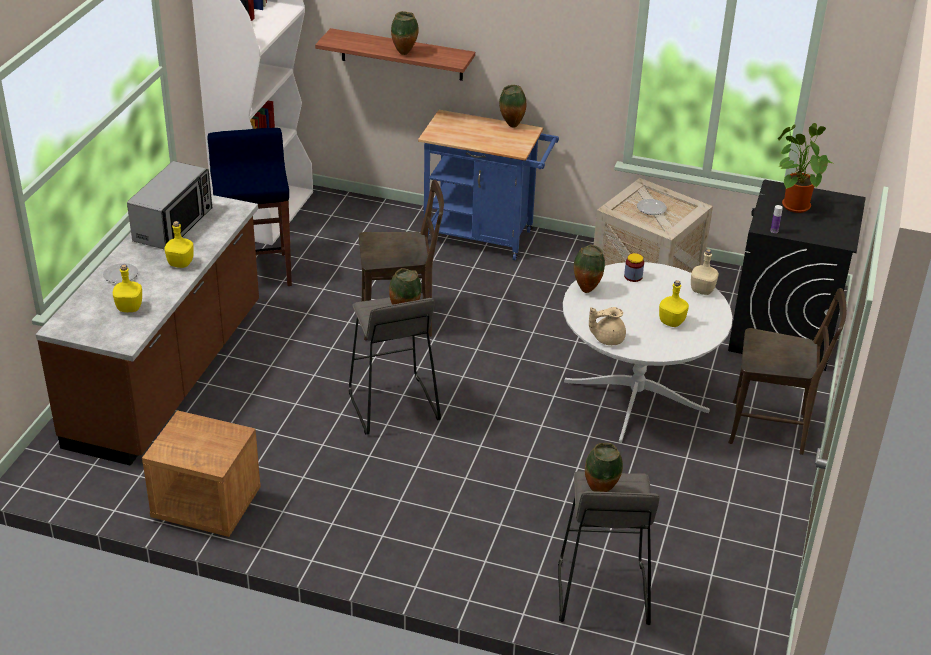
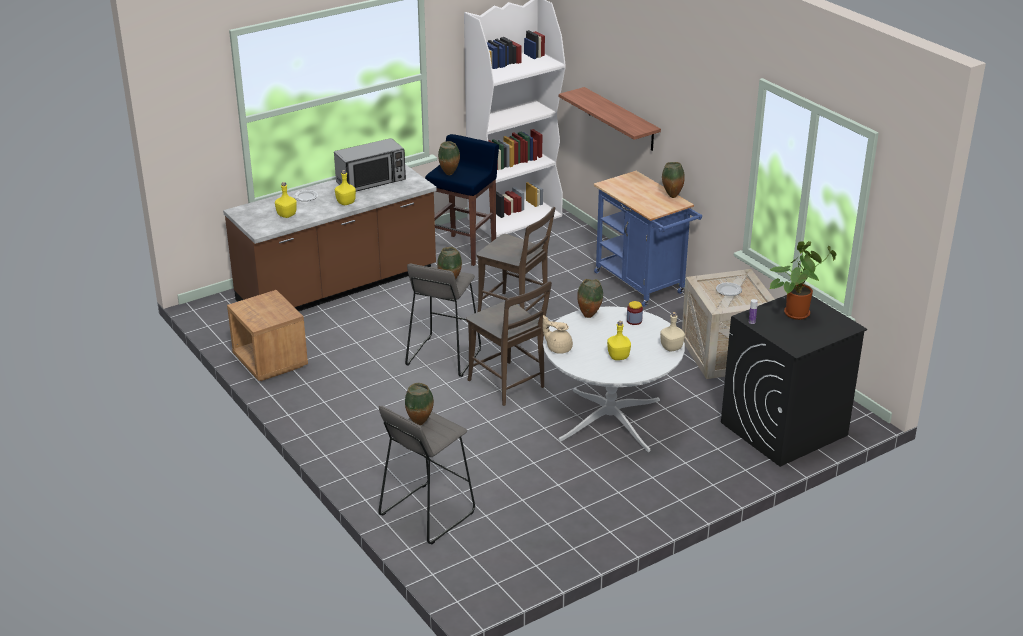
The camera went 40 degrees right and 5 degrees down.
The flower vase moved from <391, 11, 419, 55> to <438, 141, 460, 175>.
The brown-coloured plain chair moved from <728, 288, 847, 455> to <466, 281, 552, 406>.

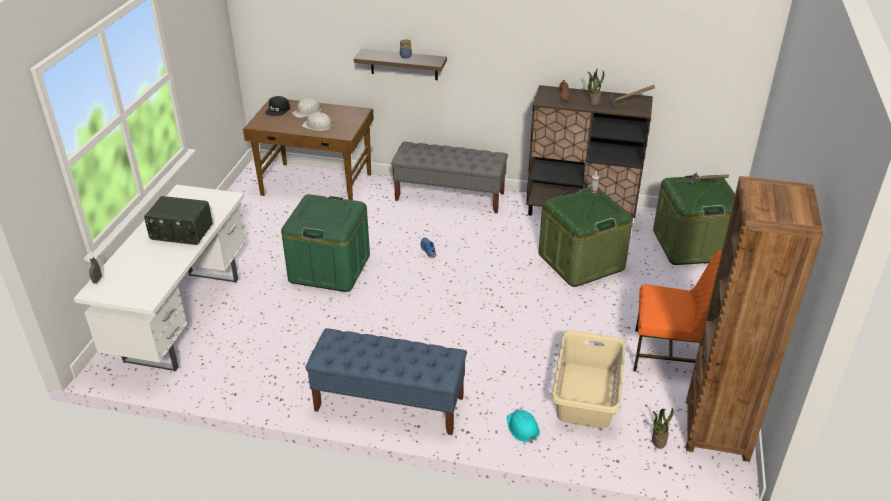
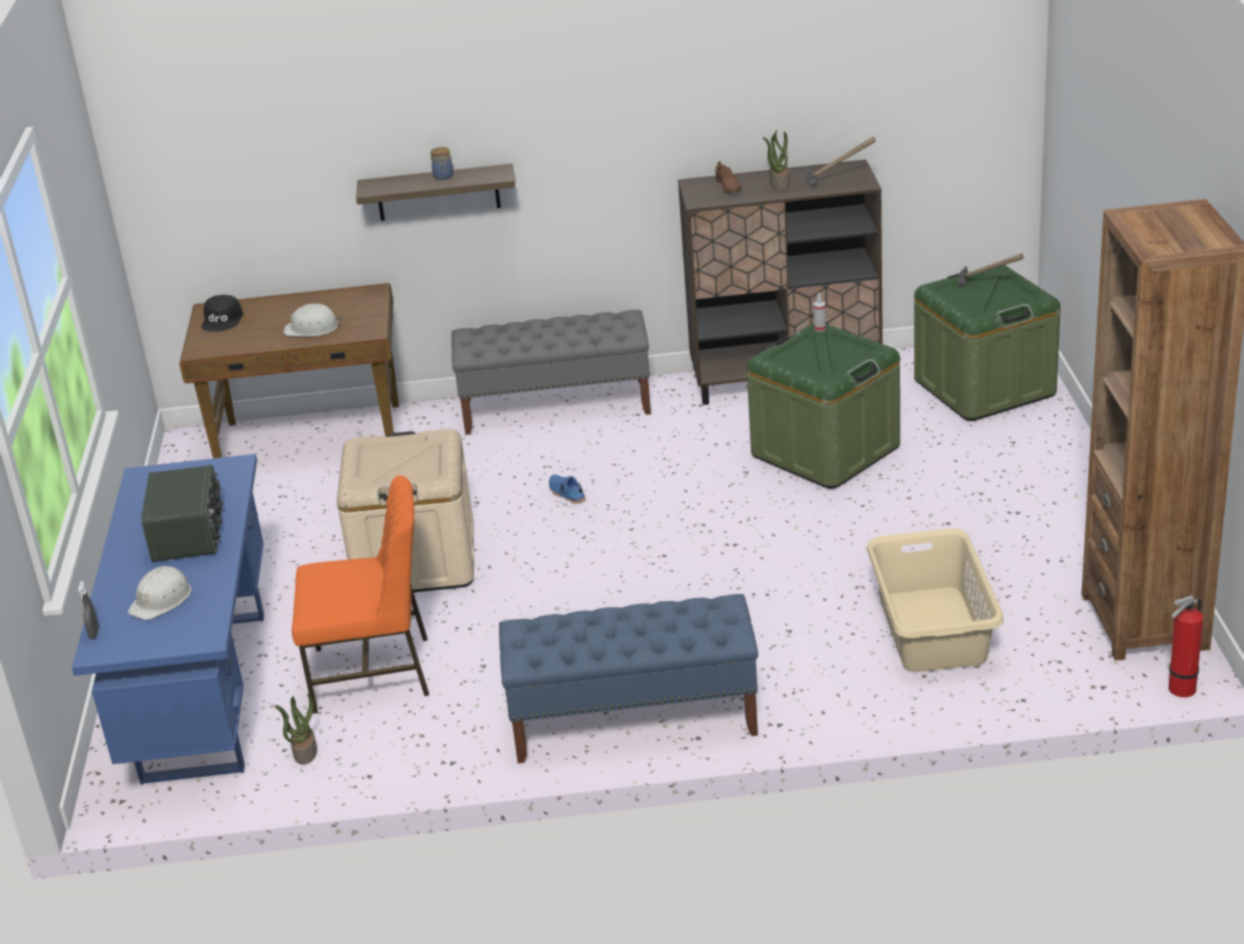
The camera went 15 degrees left and 5 degrees down.
The whitish work helmet moved from <292, 98, 321, 118> to <128, 566, 191, 620>.
The whitish desk unit at <74, 184, 246, 371> became the blue desk unit at <72, 454, 264, 785>.
The green storage bin at <281, 194, 370, 292> became the beige storage bin at <337, 429, 474, 592>.
The radio receiver at <144, 196, 213, 245> turned 90 degrees counterclockwise.
The orange plain chair moved from <633, 250, 722, 372> to <292, 475, 429, 714>.
The potted plant moved from <652, 408, 674, 449> to <275, 693, 317, 765>.
The turquoise-coloured work helmet at <507, 410, 540, 443> disappeared.
The fire-fighting cylinder at <1169, 596, 1203, 697> appeared.

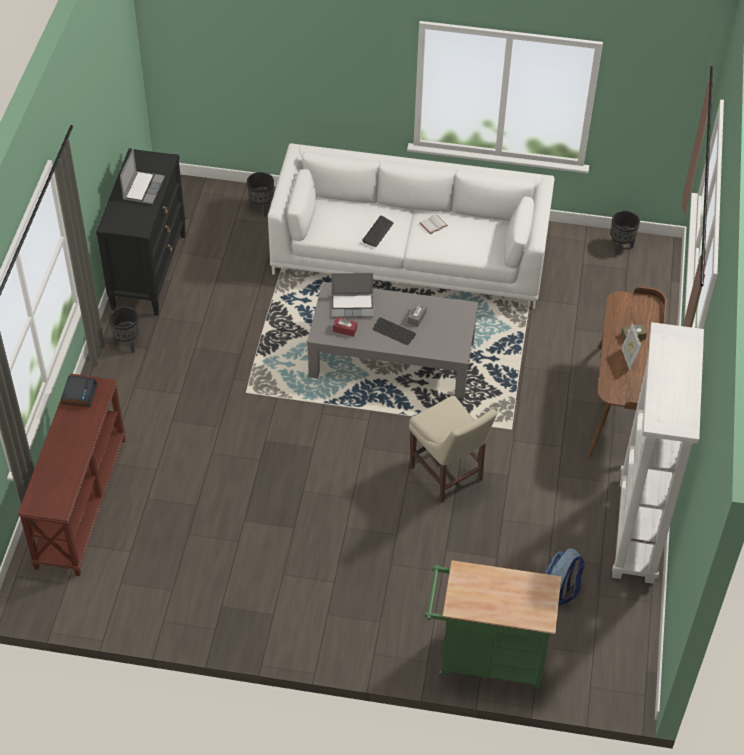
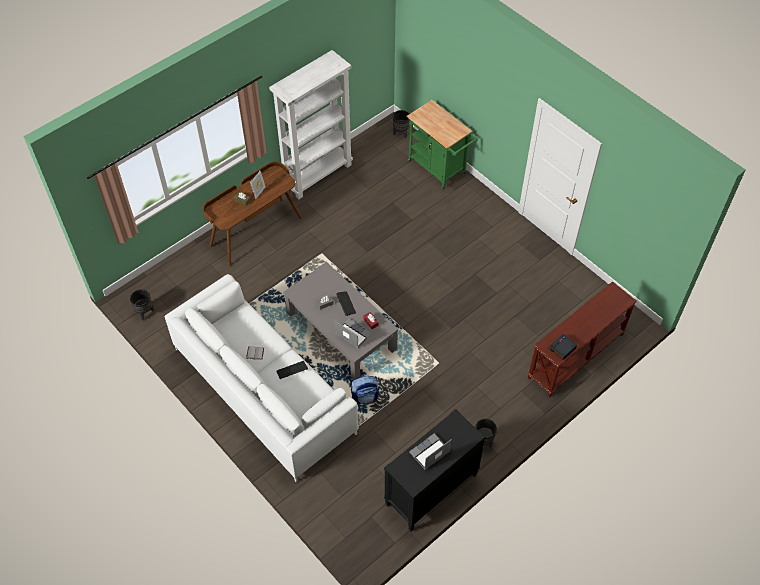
The camera went 140 degrees left and 5 degrees up.
The black plant pot moved from <247, 172, 274, 217> to <393, 110, 410, 138>.
The beige plain chair at <409, 396, 497, 503> disappeared.
The backpack moved from <544, 548, 585, 606> to <351, 376, 379, 405>.

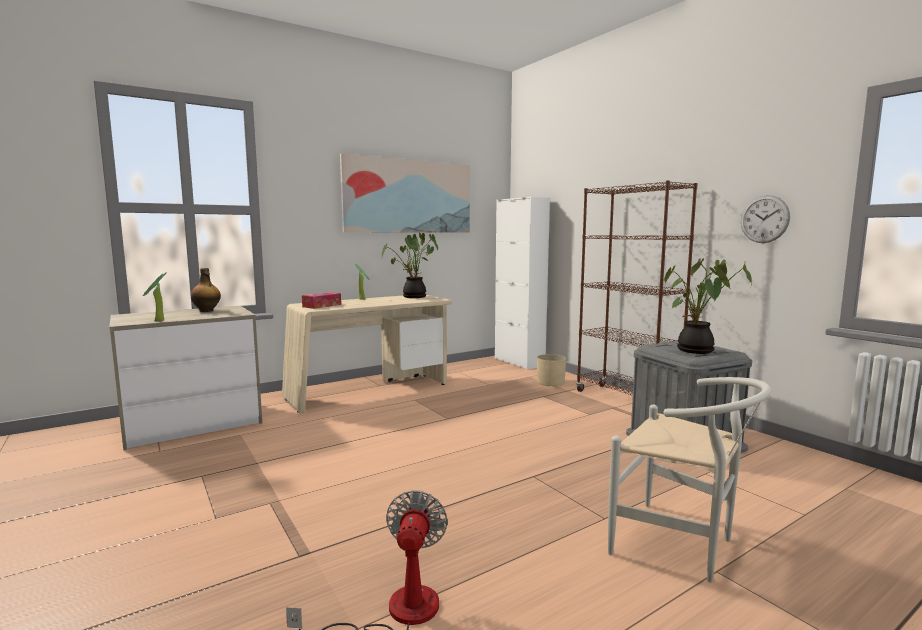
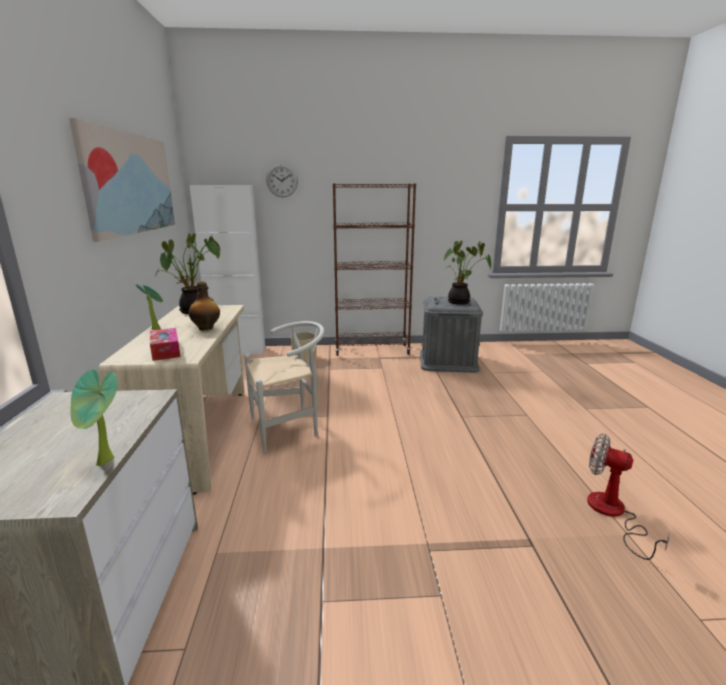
The camera went 60 degrees left and 10 degrees up.
The hanging clock moved from <741, 195, 790, 243> to <266, 164, 298, 197>.
The beverage bottle moved from <191, 268, 221, 312> to <189, 282, 220, 331>.
The whitish plain chair moved from <608, 377, 771, 582> to <245, 321, 324, 453>.

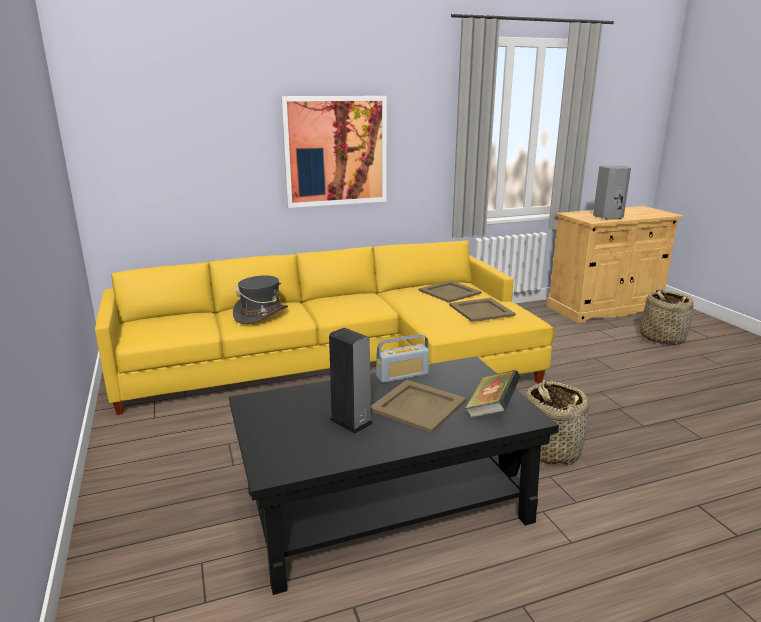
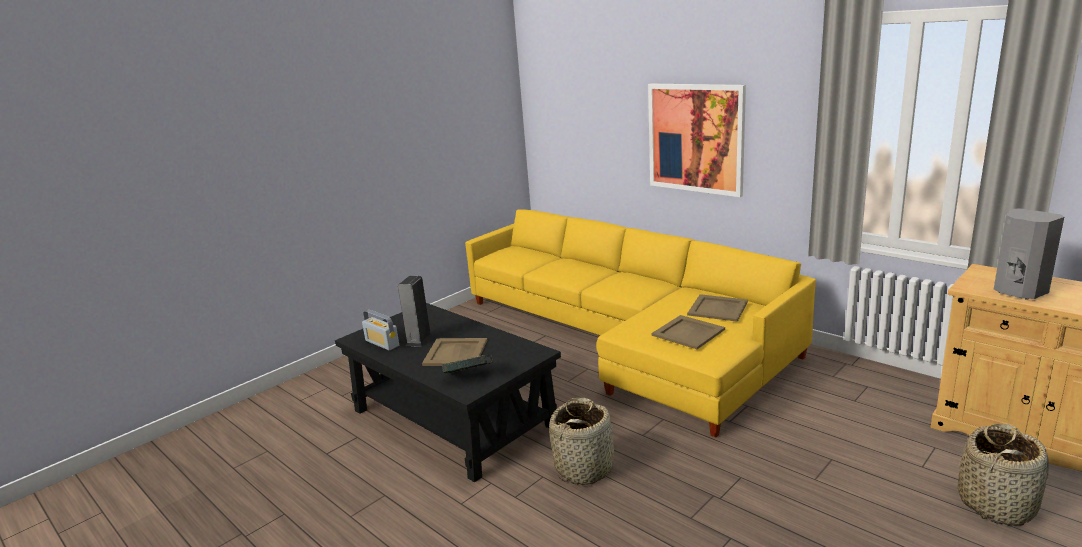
The camera went 65 degrees right and 0 degrees up.
The gray hat at <233, 275, 288, 324> disappeared.
The radio receiver moved from <376, 334, 429, 383> to <362, 310, 399, 350>.

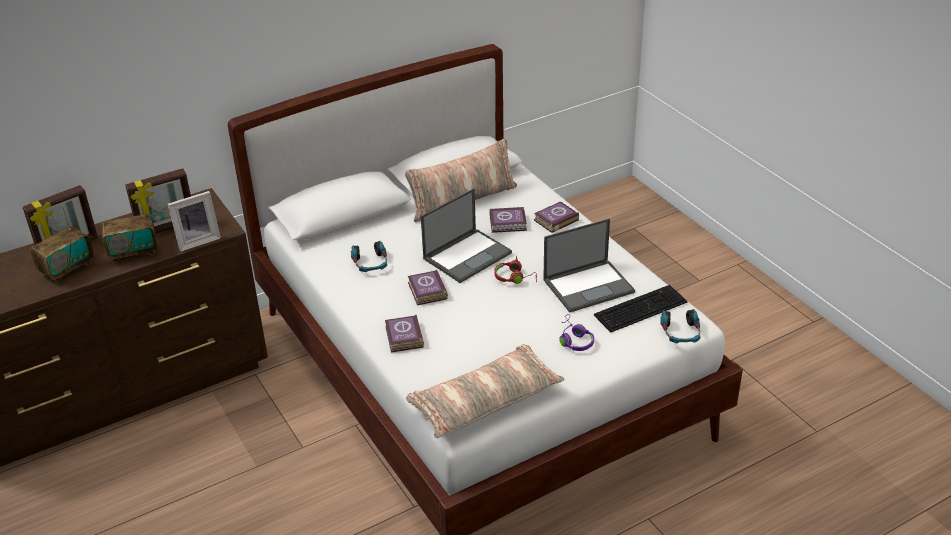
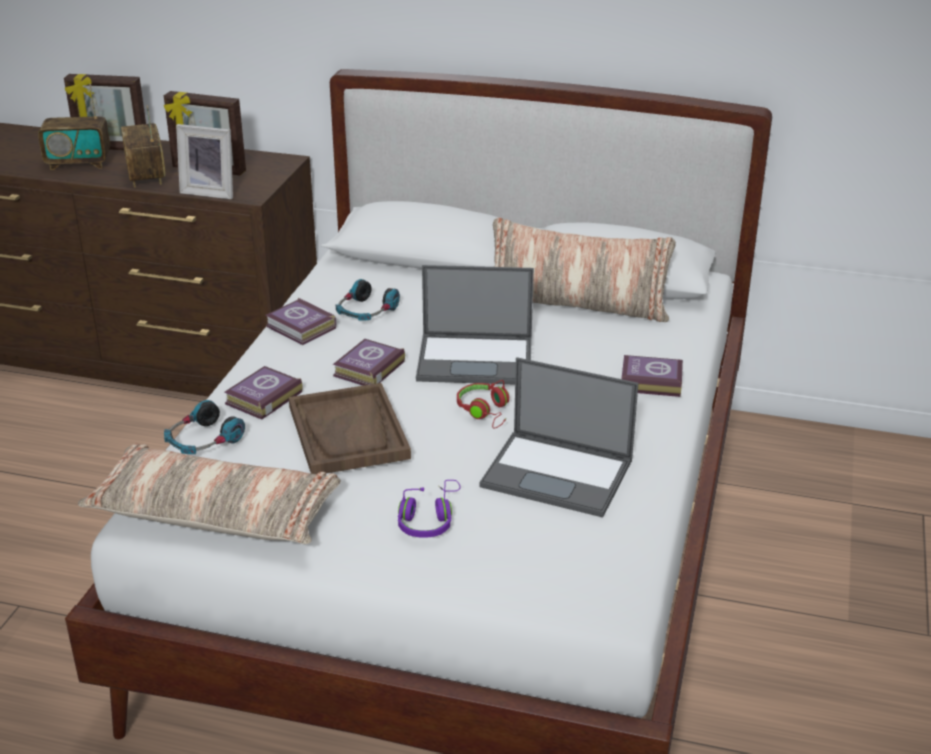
The camera went 45 degrees right and 5 degrees down.
The radio receiver at <101, 193, 158, 263> turned 45 degrees clockwise.
The volume moved from <489, 207, 527, 233> to <266, 298, 336, 345>.
The PC keyboard at <594, 285, 688, 332> disappeared.
The pair of headphones moved from <660, 309, 701, 343> to <164, 400, 245, 454>.
The brown-coloured tray at <289, 383, 411, 474> appeared.

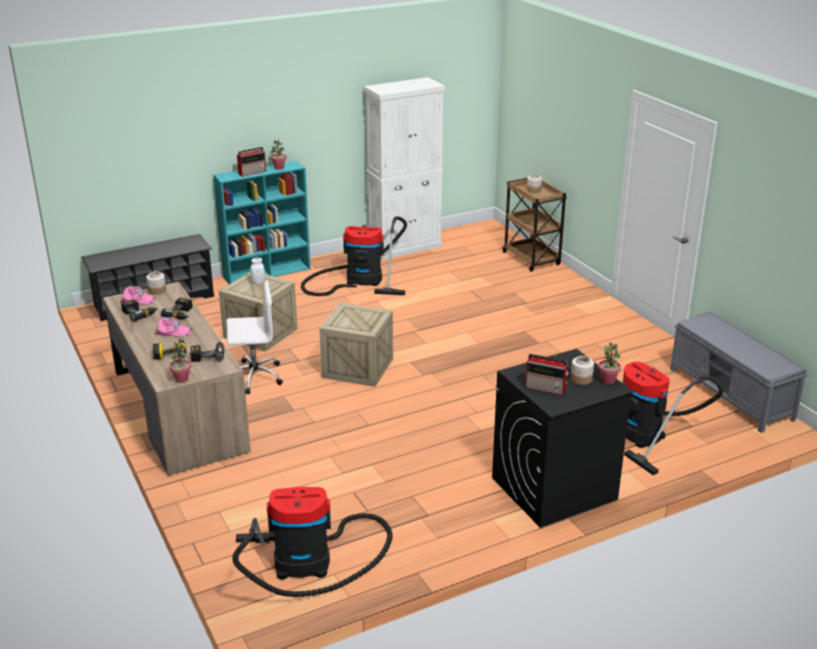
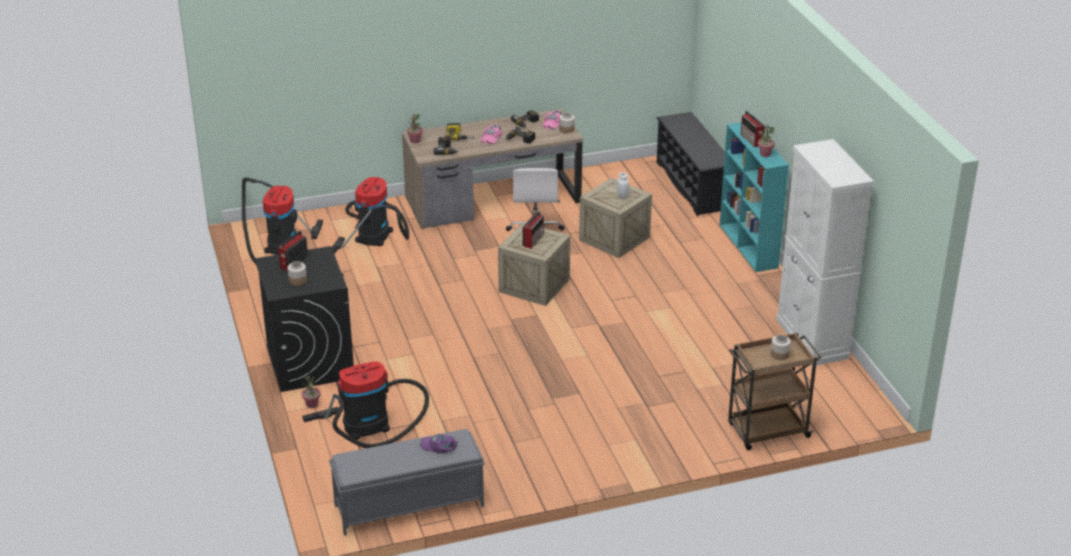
The camera went 100 degrees right and 5 degrees up.
The vacuum moved from <301, 216, 407, 296> to <332, 177, 409, 254>.
The potted plant moved from <598, 343, 621, 384> to <301, 376, 321, 408>.
The radio receiver at <522, 211, 544, 249> appeared.
The purple peaked cap at <420, 434, 458, 453> appeared.

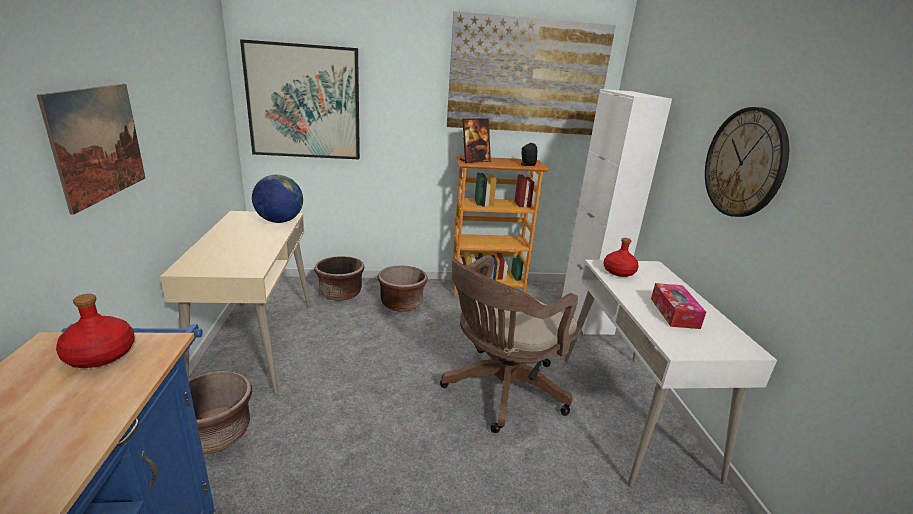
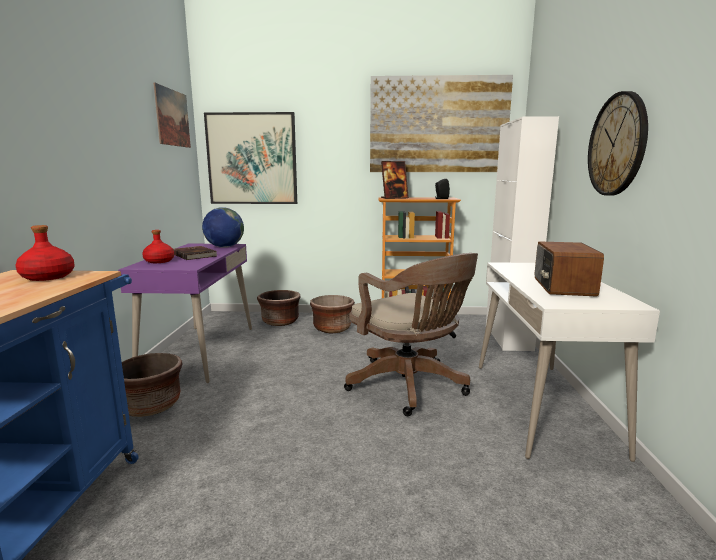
The camera went 10 degrees right and 10 degrees down.
The wall picture moved from <37, 84, 145, 215> to <153, 83, 191, 148>.
The beige desk unit at <160, 211, 310, 395> became the purple desk unit at <118, 244, 252, 383>.
The red-coloured beverage bottle moved from <603, 238, 639, 277> to <142, 230, 174, 263>.
The brown-coloured desk chair at <440, 255, 579, 433> turned 90 degrees counterclockwise.
The tissue box at <651, 283, 706, 329> was replaced by the radio receiver at <535, 241, 604, 296>.
The brown-coloured volume at <173, 246, 217, 260> appeared.

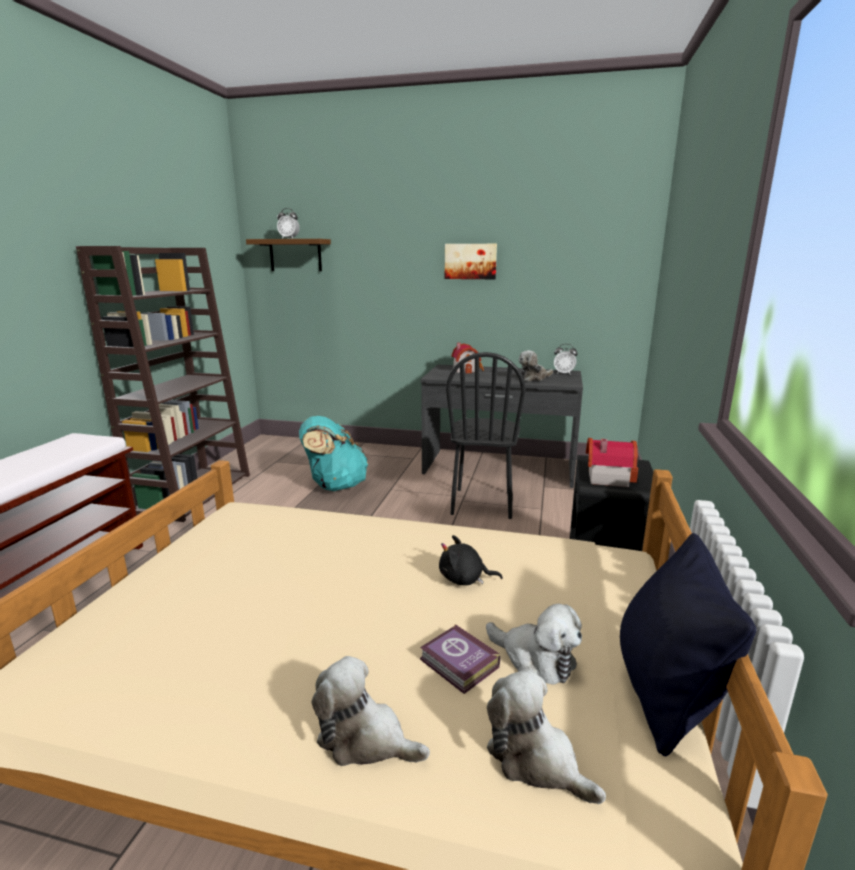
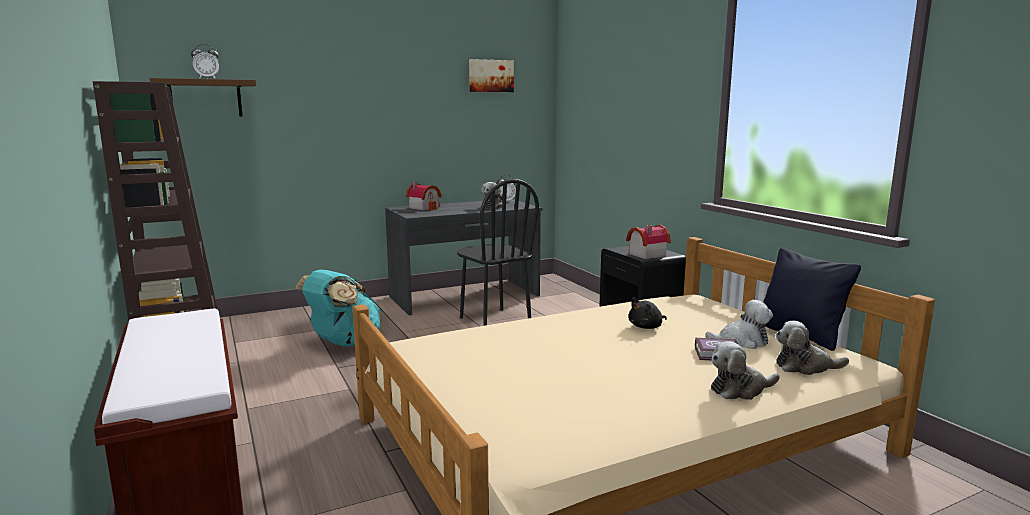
The camera went 40 degrees left and 5 degrees down.
The wall picture moved from <445, 244, 497, 279> to <469, 59, 514, 92>.

